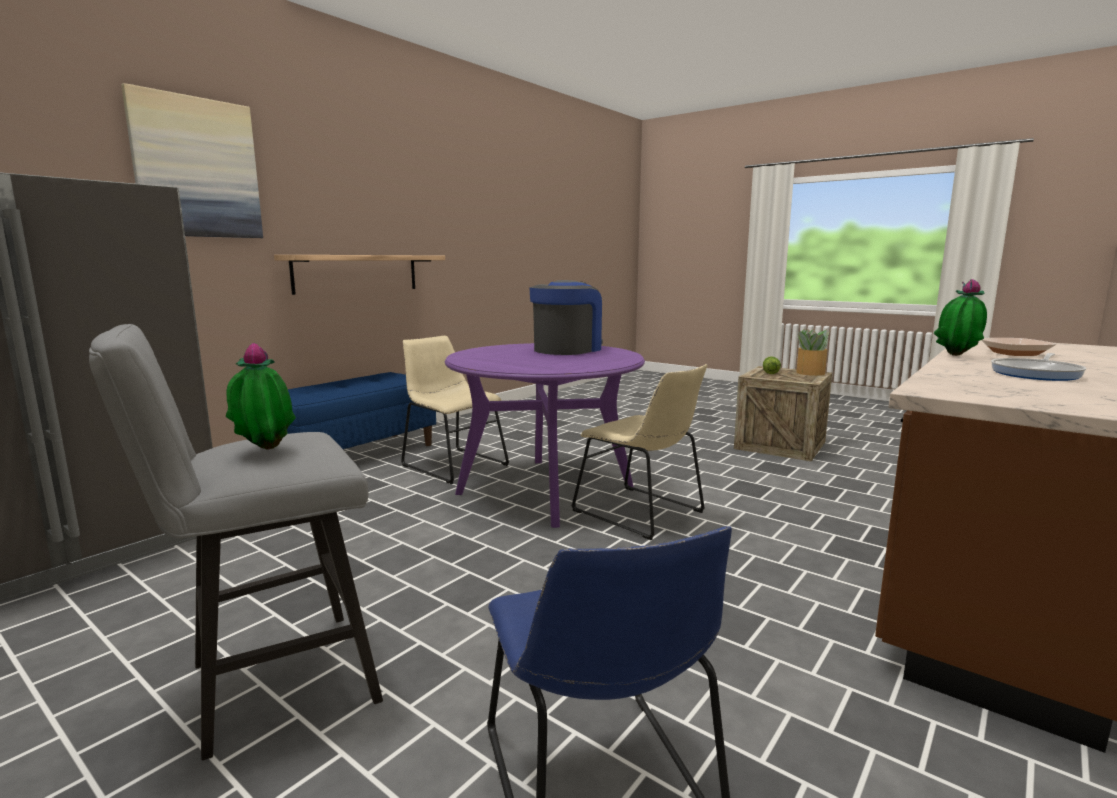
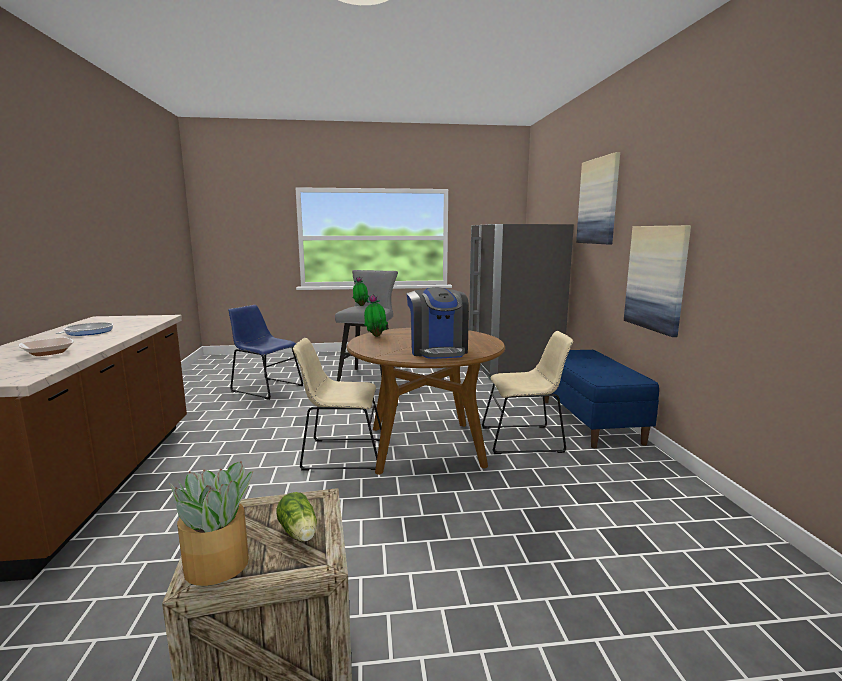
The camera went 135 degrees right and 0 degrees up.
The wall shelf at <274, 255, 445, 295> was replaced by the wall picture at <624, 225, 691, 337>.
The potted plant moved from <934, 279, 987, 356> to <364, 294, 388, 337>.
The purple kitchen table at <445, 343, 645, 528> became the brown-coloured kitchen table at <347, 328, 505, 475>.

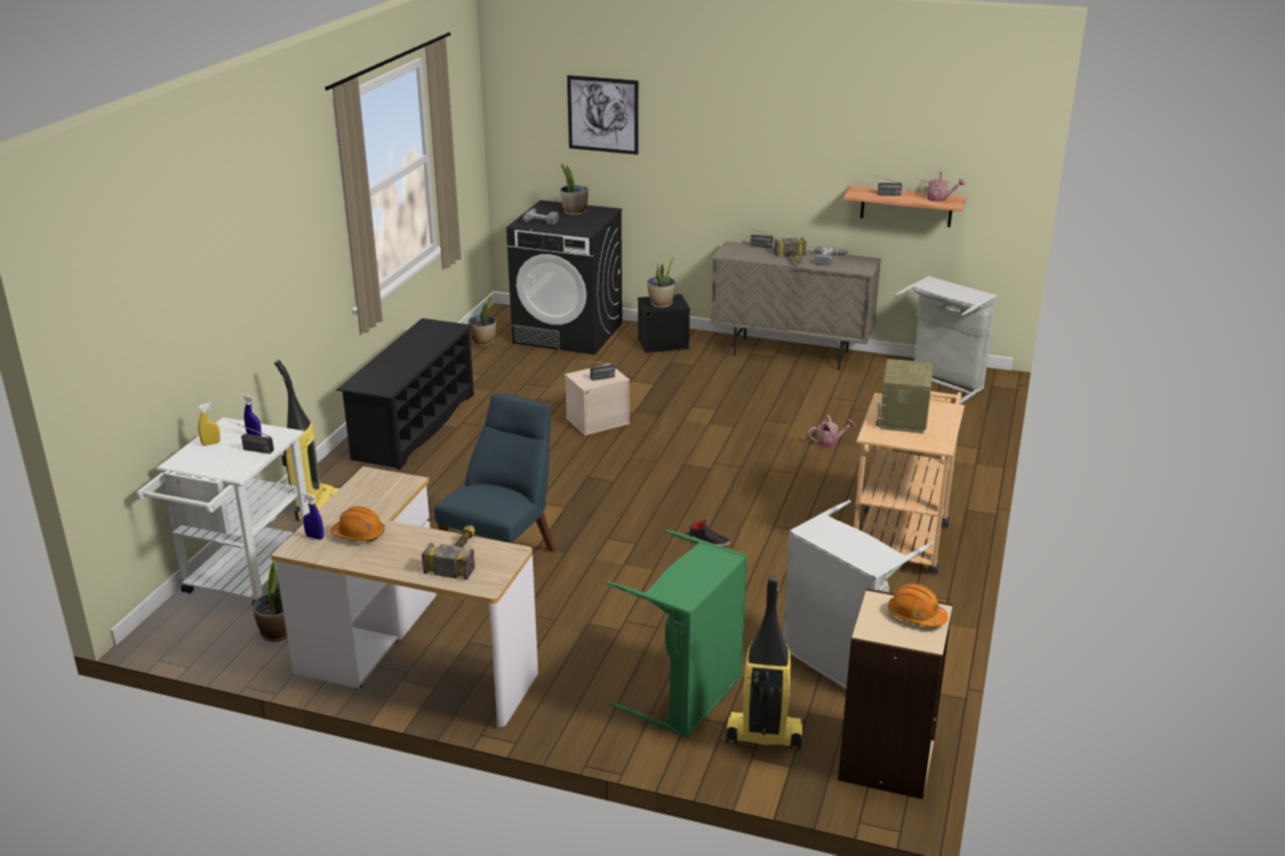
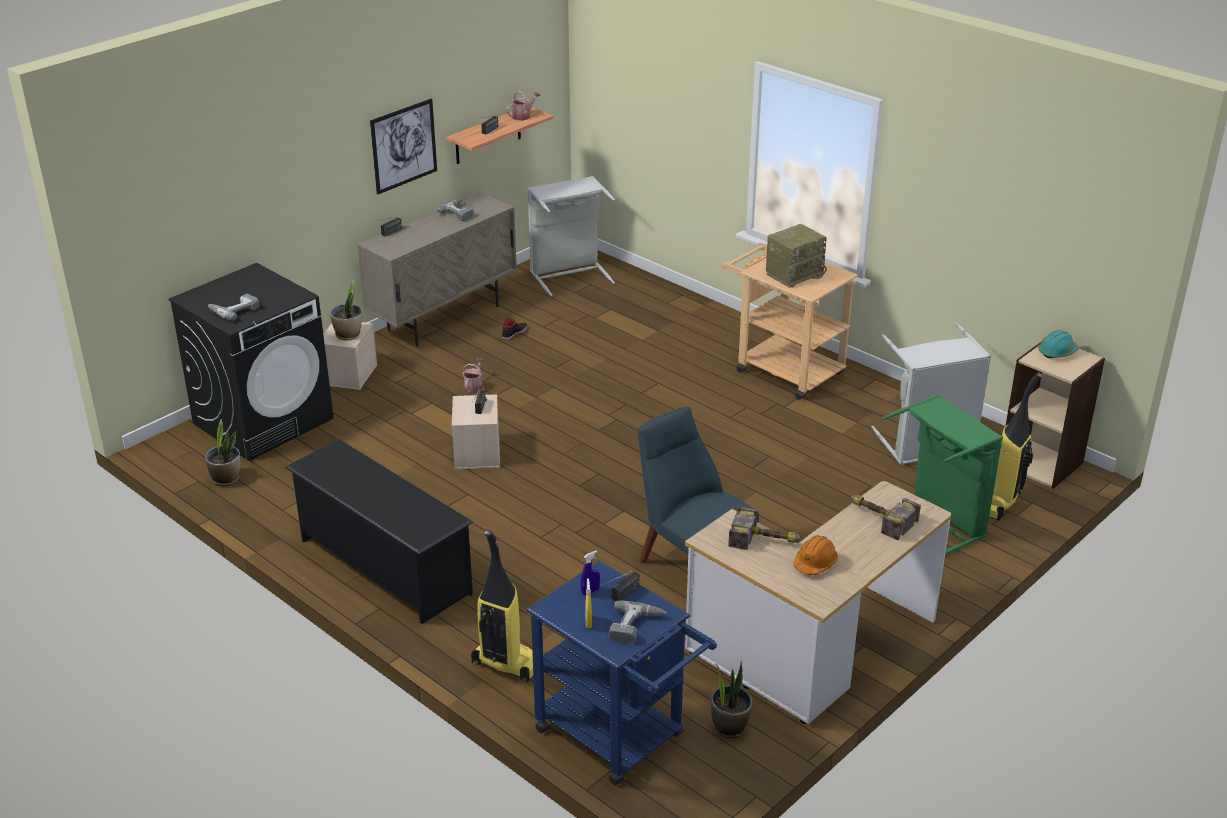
The camera went 65 degrees left and 5 degrees up.
The wall picture moved from <567, 75, 639, 155> to <370, 99, 437, 194>.
The potted plant at <560, 163, 588, 216> disappeared.
The tool hammer moved from <774, 237, 806, 264> to <728, 506, 801, 550>.
The black storage bin at <638, 294, 690, 353> became the beige storage bin at <323, 322, 377, 390>.
The radio receiver at <875, 359, 933, 434> turned 75 degrees counterclockwise.
The watering can moved from <809, 415, 855, 448> to <462, 358, 484, 394>.
The whitish cart at <137, 417, 309, 606> became the blue cart at <526, 561, 717, 785>.
The blue spray bottle at <302, 493, 324, 540> disappeared.
The black low shoe moved from <689, 519, 730, 546> to <502, 318, 528, 340>.
The orange work helmet at <888, 583, 948, 627> became the turquoise-coloured work helmet at <1038, 330, 1078, 358>.
The electric drill at <609, 601, 667, 644> appeared.

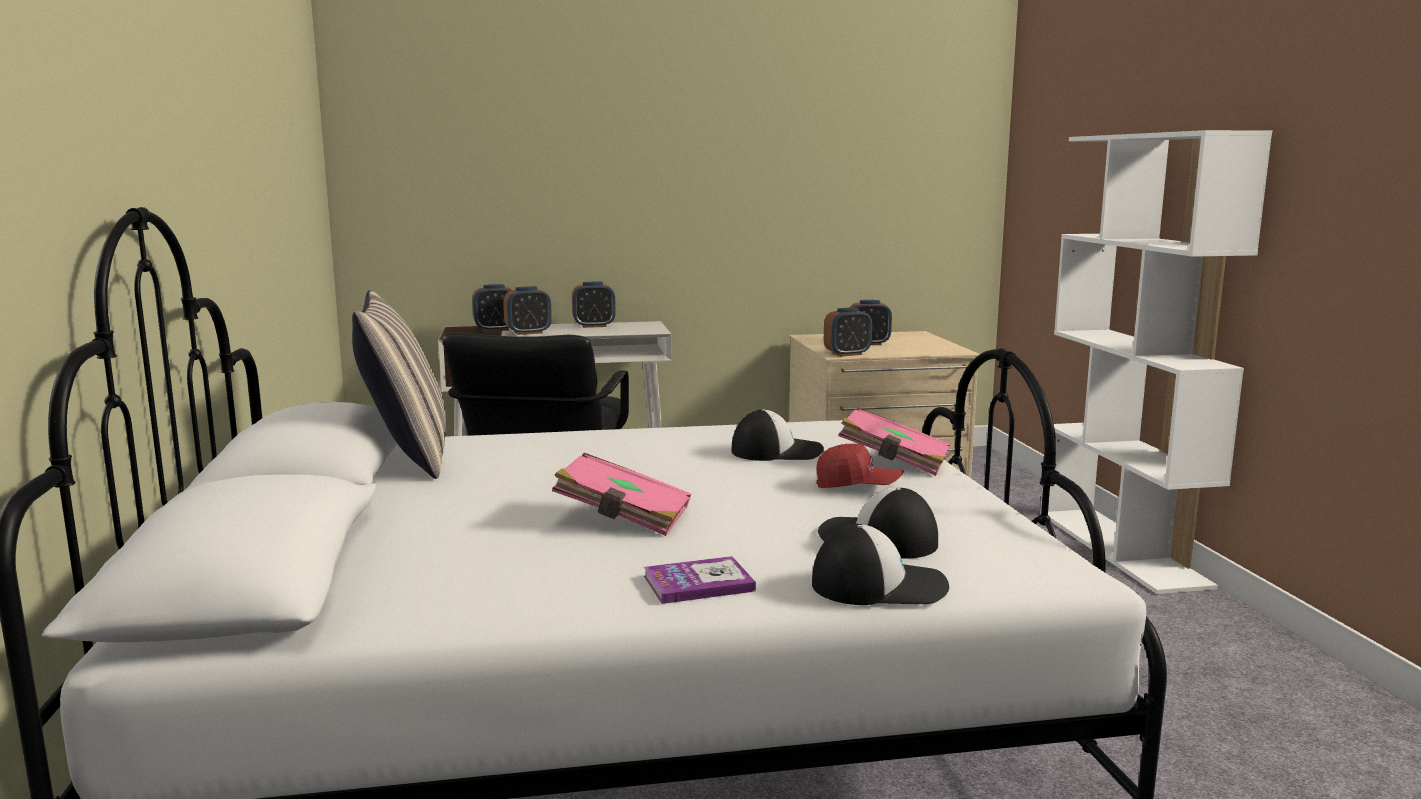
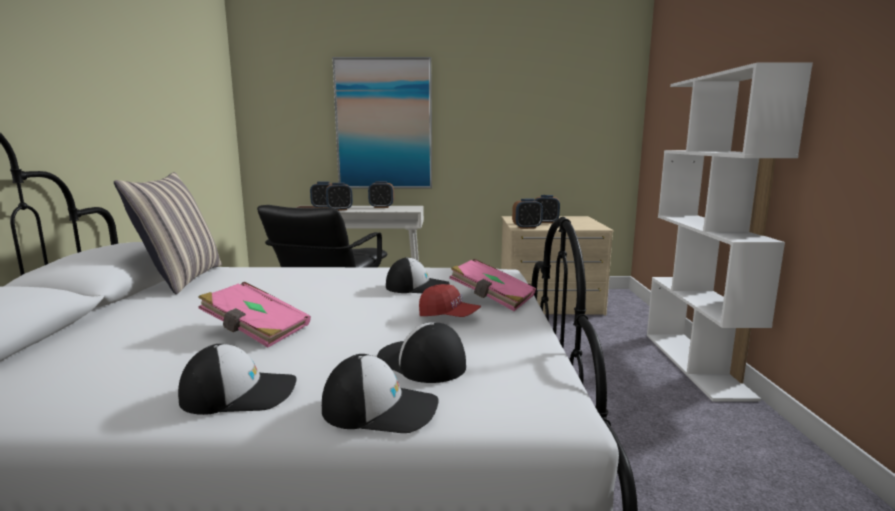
The camera went 10 degrees right and 0 degrees up.
The volume at <644, 556, 756, 604> was replaced by the peaked cap at <178, 344, 297, 415>.
The wall picture at <332, 57, 432, 189> appeared.

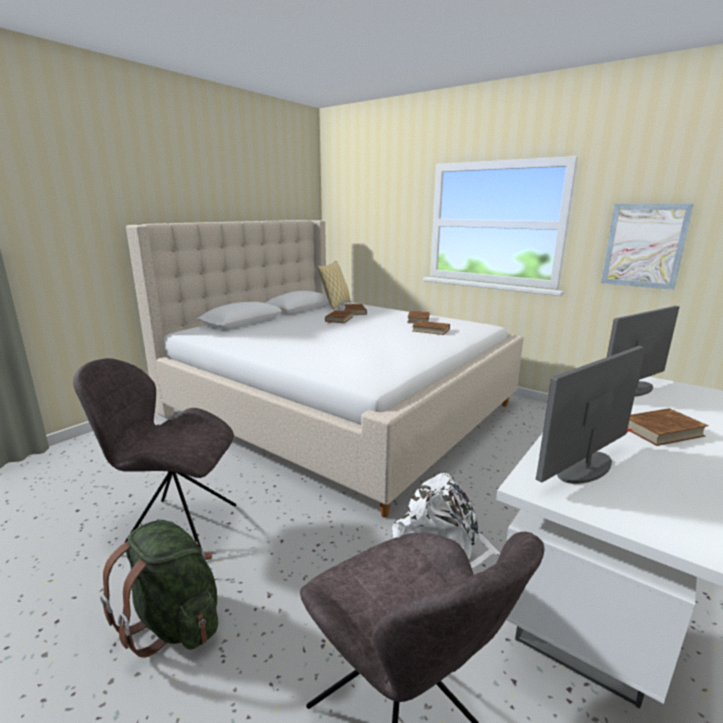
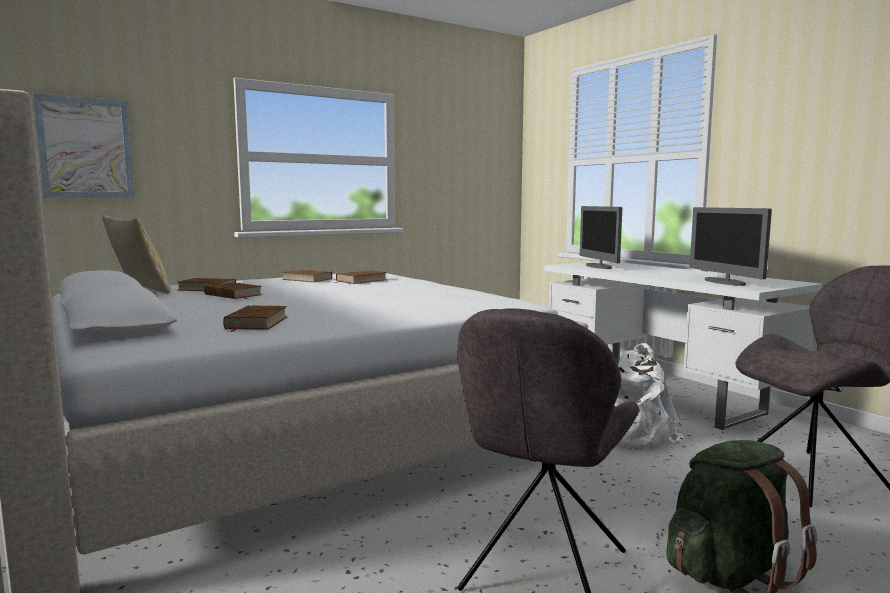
The camera went 70 degrees left and 10 degrees down.
The wall picture moved from <601, 204, 694, 290> to <32, 93, 135, 198>.
The brown-coloured volume moved from <627, 408, 708, 446> to <223, 306, 287, 332>.

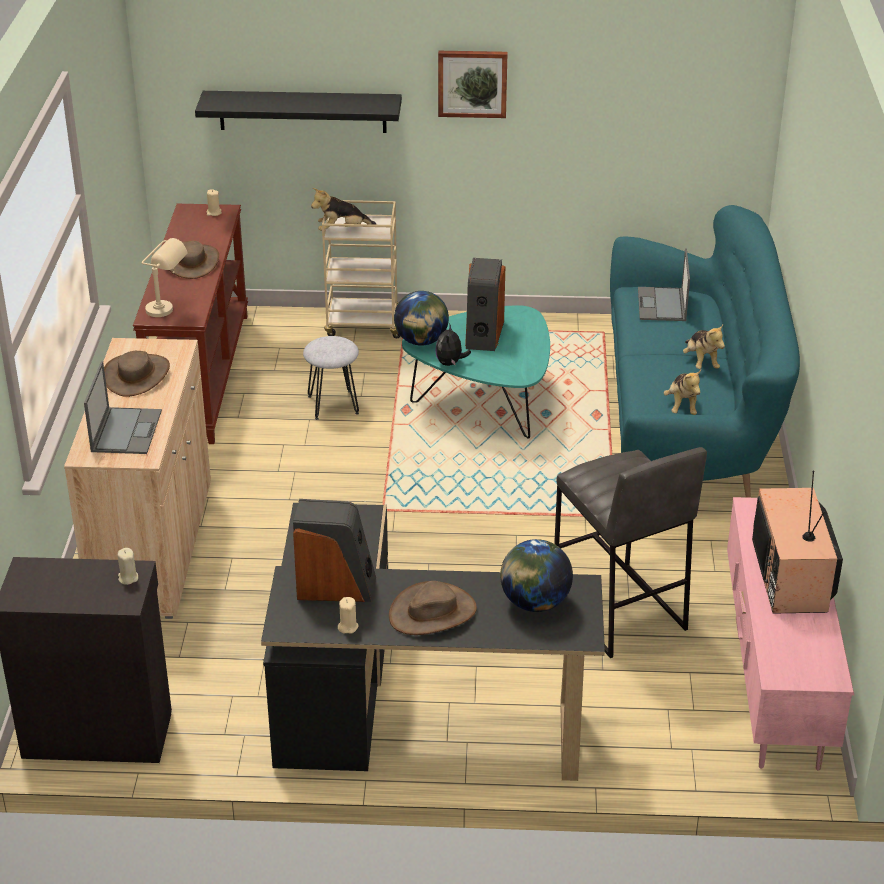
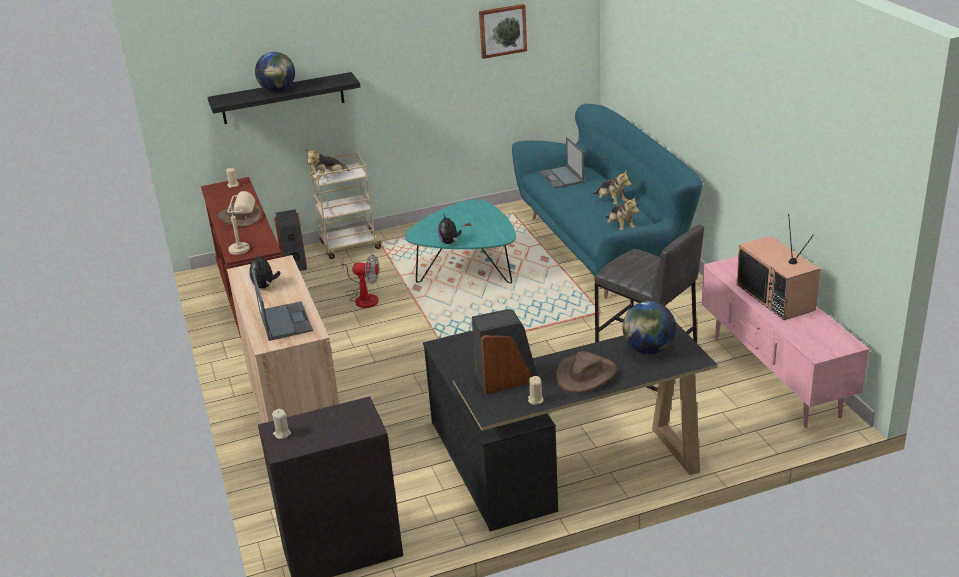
The camera went 20 degrees left and 5 degrees down.
The wall picture moved from <438, 51, 508, 118> to <479, 4, 527, 59>.
The speaker moved from <465, 258, 505, 351> to <274, 209, 307, 271>.
The world globe moved from <394, 291, 449, 346> to <255, 52, 295, 92>.
The gray sitting stool at <303, 336, 359, 420> was replaced by the cooling fan at <341, 255, 379, 308>.
The brown-coloured hat at <104, 351, 170, 397> was replaced by the cuddly toy at <249, 253, 280, 288>.
The beige wax candle moved from <117, 548, 138, 585> to <272, 409, 291, 439>.

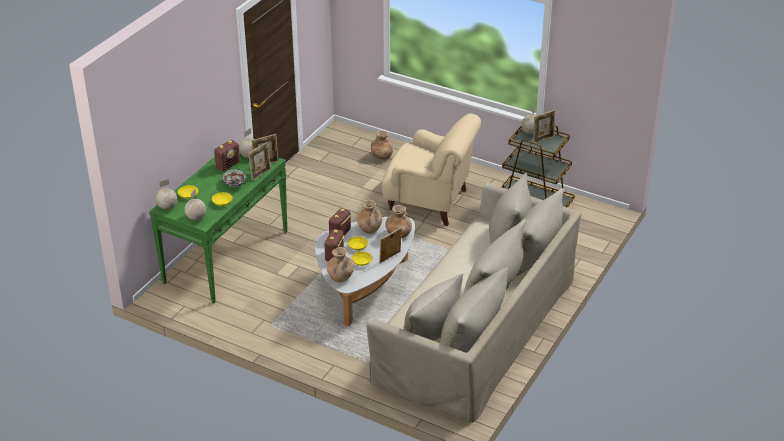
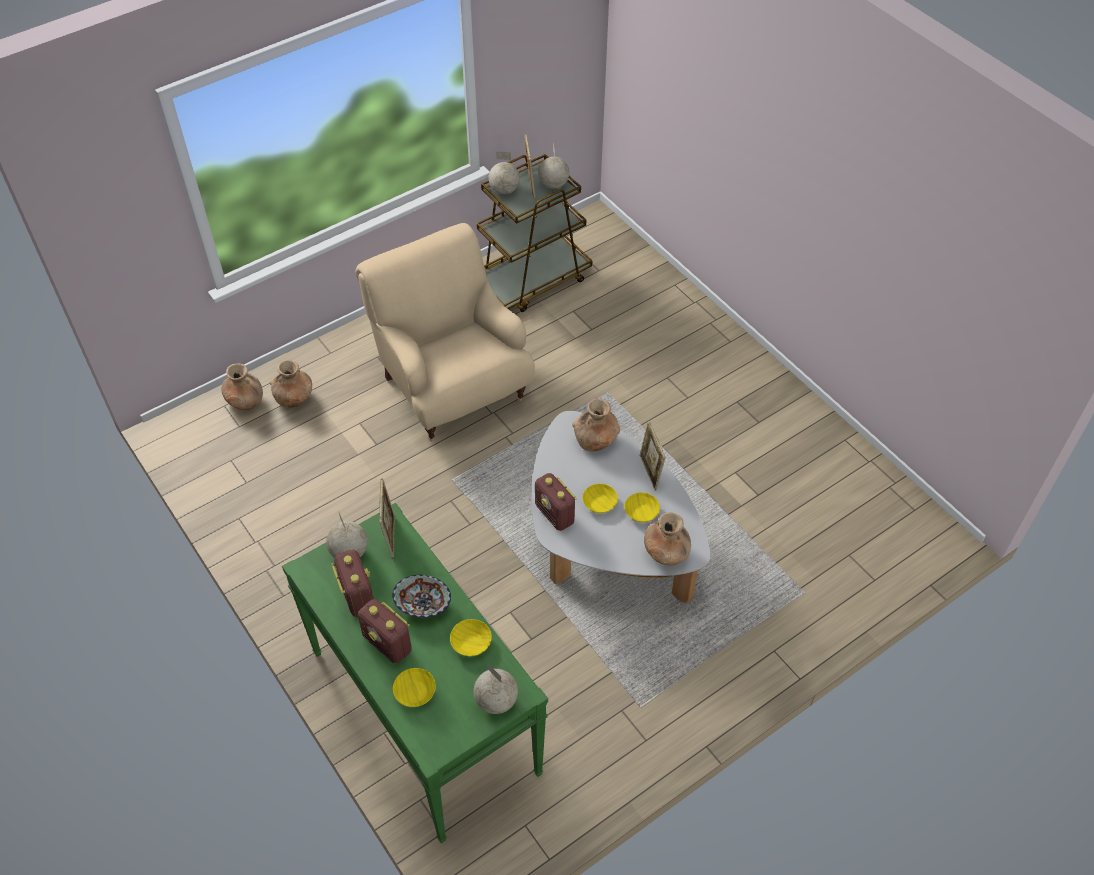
The camera went 65 degrees left and 15 degrees up.
The beige armchair at <382, 114, 481, 226> turned 75 degrees counterclockwise.
The photo frame at <248, 142, 271, 181> disappeared.
The beige settee at <366, 173, 582, 423> disappeared.
The world globe moved from <156, 179, 177, 210> to <538, 144, 569, 189>.
The brown-coloured flower vase moved from <357, 200, 383, 234> to <222, 364, 263, 410>.
The radio receiver moved from <324, 229, 344, 262> to <358, 599, 412, 664>.

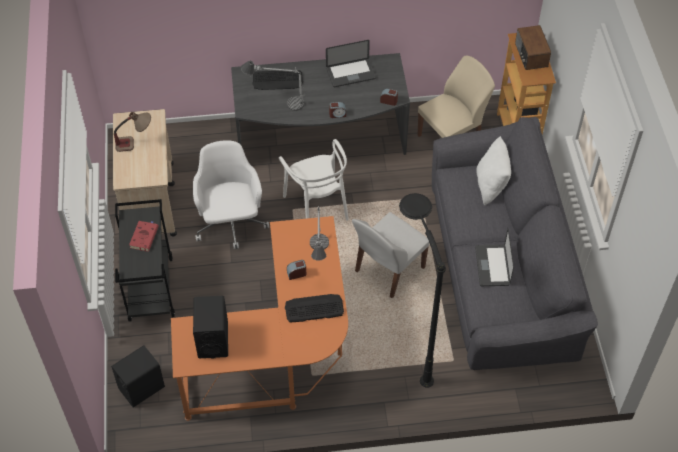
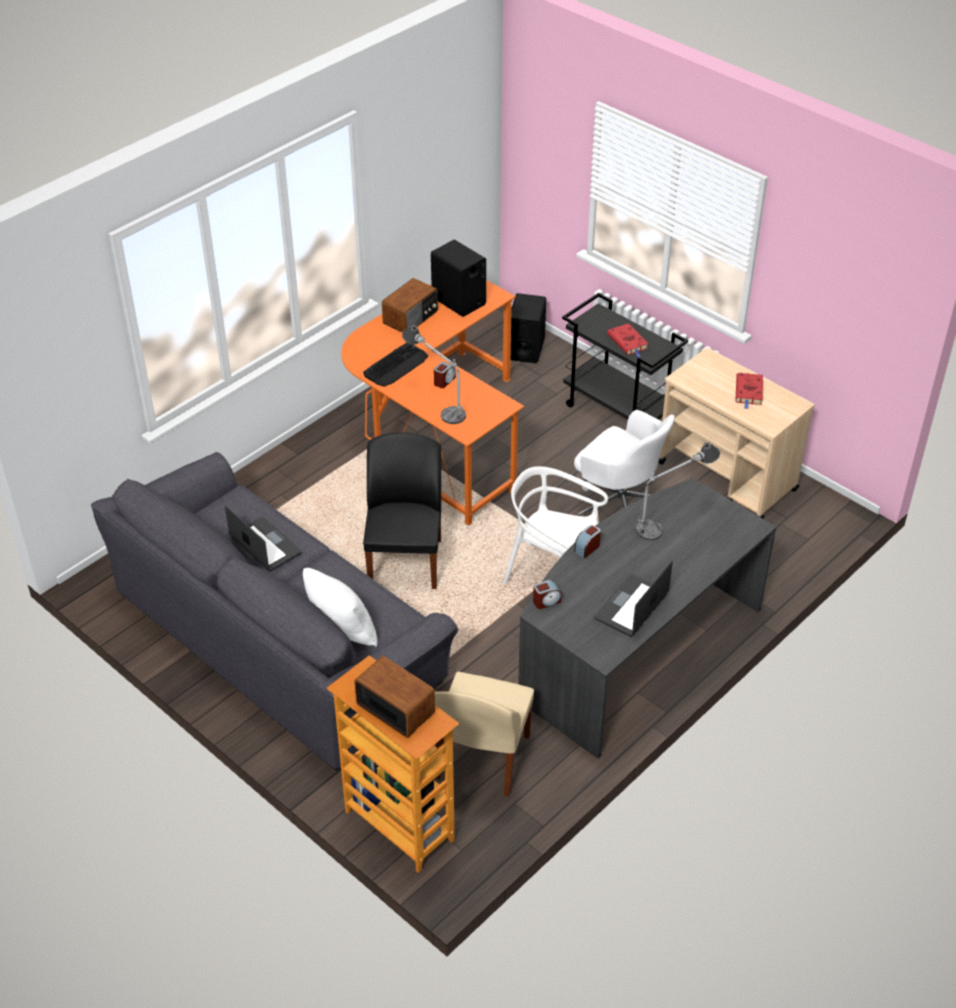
The camera went 140 degrees right and 10 degrees down.
The PC keyboard at <252, 70, 303, 90> disappeared.
The lamp for a table at <114, 112, 151, 152> was replaced by the red-coloured volume at <736, 373, 763, 409>.
The black standing lamp at <399, 193, 446, 388> disappeared.
The whitish plain chair at <352, 212, 429, 298> became the black plain chair at <363, 432, 441, 589>.
The radio receiver at <382, 278, 438, 333> appeared.

